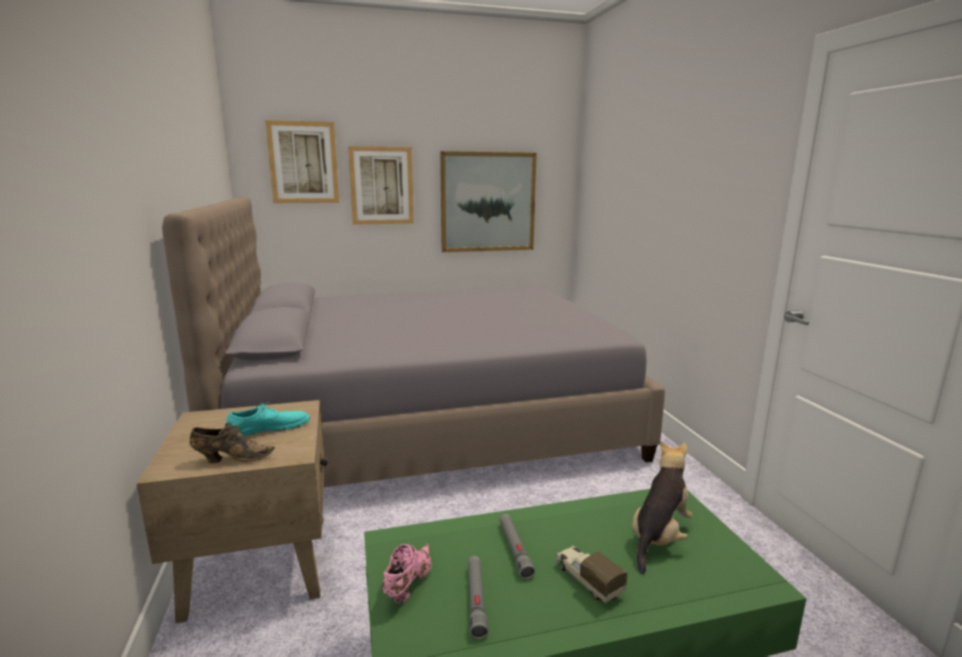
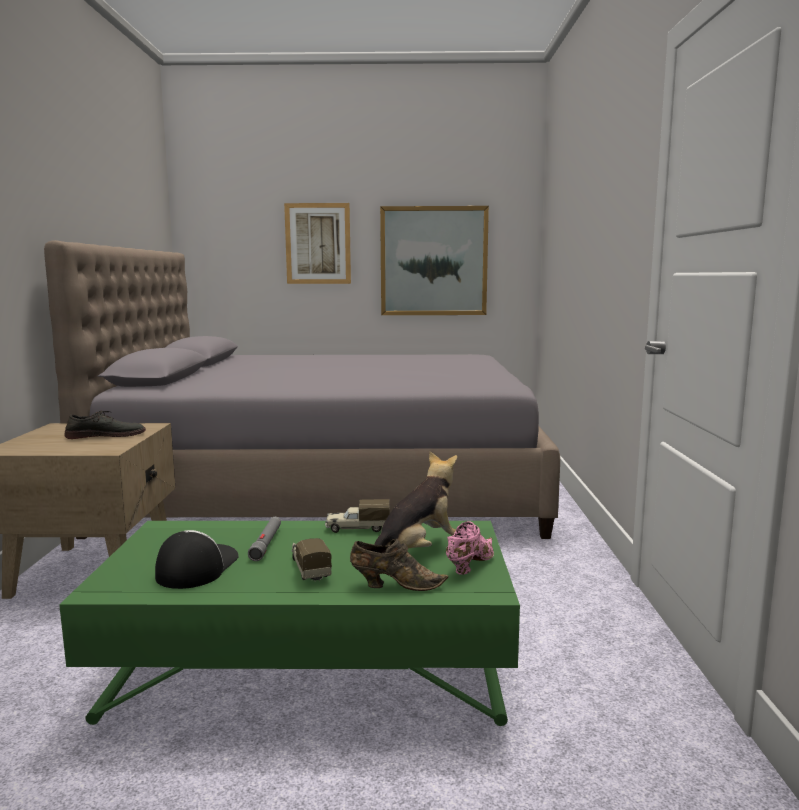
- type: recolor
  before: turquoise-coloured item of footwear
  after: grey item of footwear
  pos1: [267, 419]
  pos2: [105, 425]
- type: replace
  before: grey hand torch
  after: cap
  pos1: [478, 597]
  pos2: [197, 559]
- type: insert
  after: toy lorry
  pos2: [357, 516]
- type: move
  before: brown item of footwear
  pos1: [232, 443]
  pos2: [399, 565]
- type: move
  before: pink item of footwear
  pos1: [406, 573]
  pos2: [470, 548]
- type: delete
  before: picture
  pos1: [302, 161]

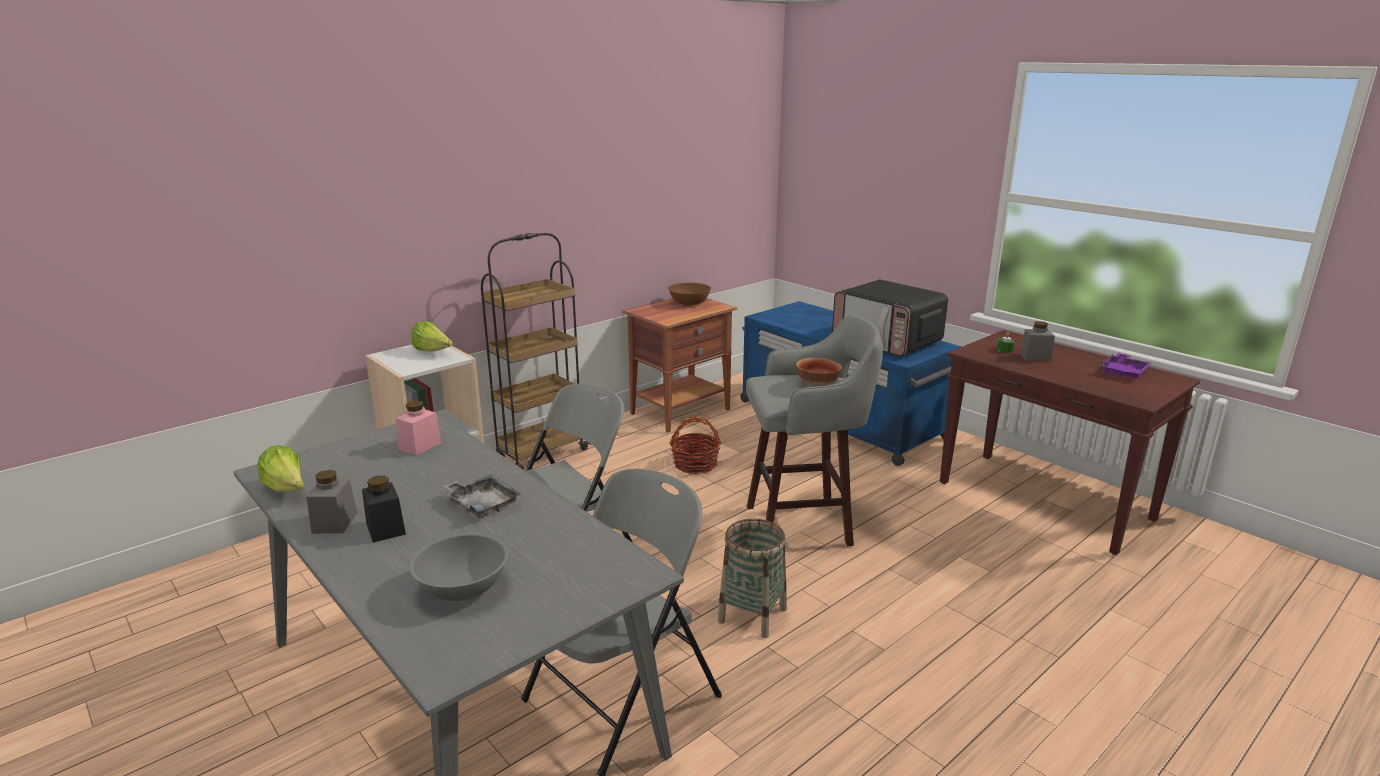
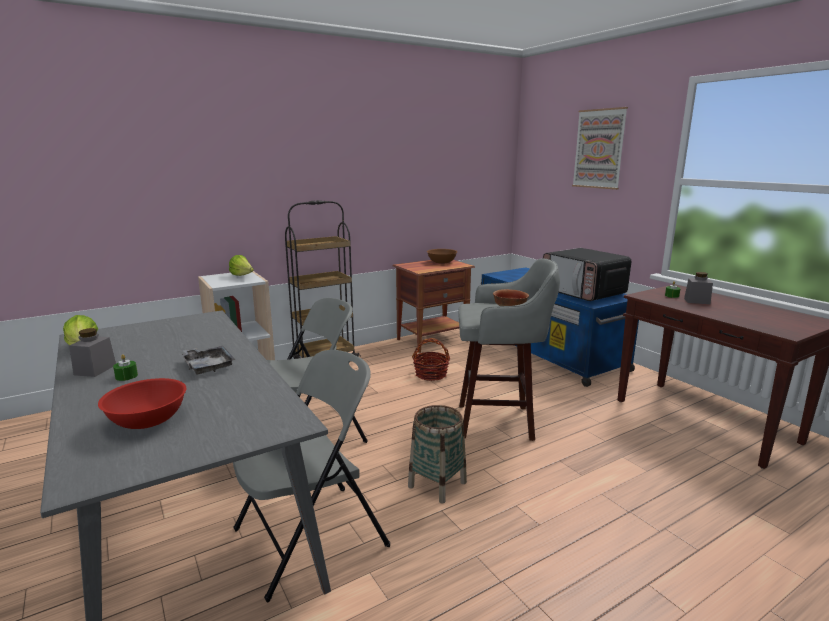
- type: recolor
  before: grey deep dish
  after: red deep dish
  pos1: [458, 567]
  pos2: [142, 403]
- type: replace
  before: black jar
  after: green candle
  pos1: [384, 509]
  pos2: [125, 367]
- type: insert
  after: picture
  pos2: [600, 148]
- type: delete
  before: pink jar
  pos1: [419, 428]
- type: delete
  before: purple-coloured tray
  pos1: [1126, 365]

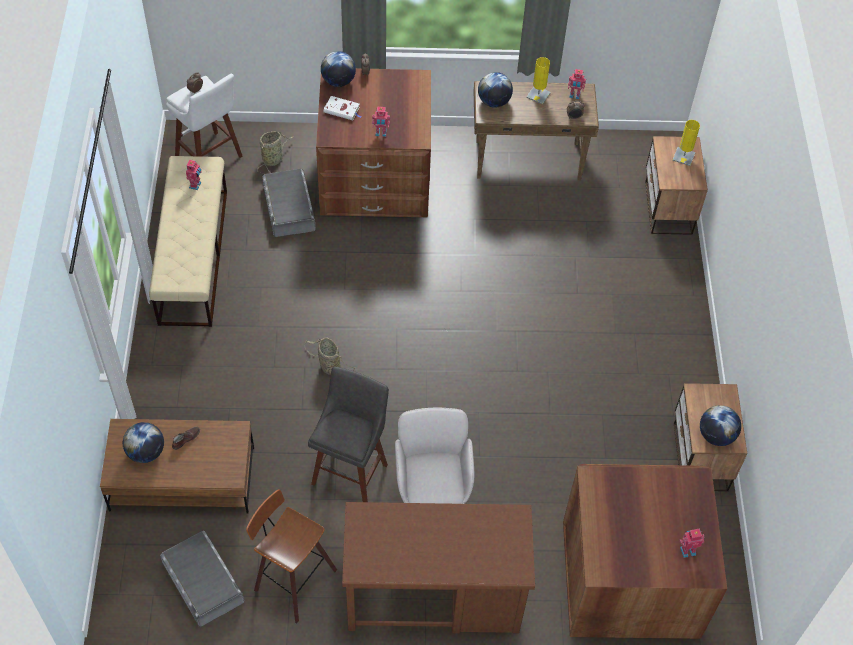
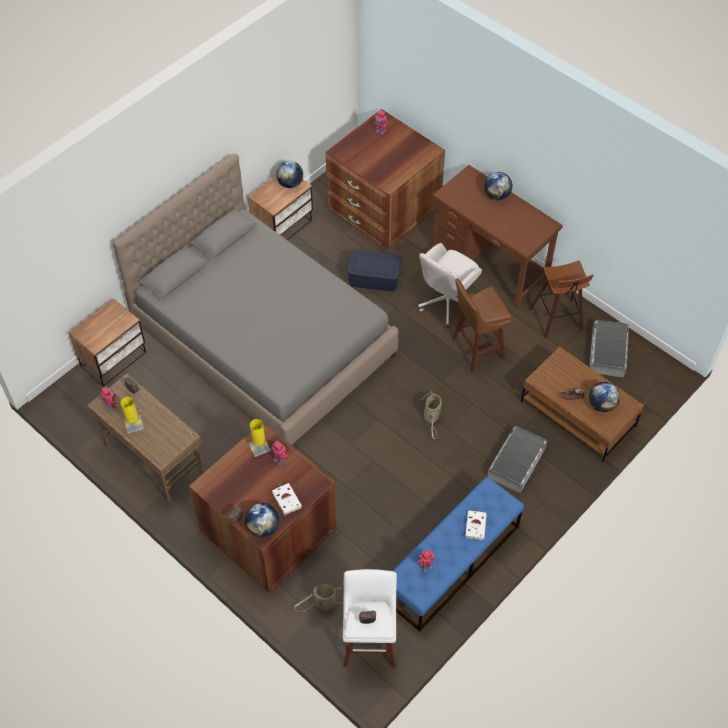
- type: insert
  after: grey bedroom bed
  pos2: [255, 299]
- type: move
  before: yellow table lamp
  pos1: [686, 143]
  pos2: [259, 438]
- type: insert
  after: bluish storage box
  pos2: [374, 270]
- type: recolor
  before: sand-coloured indoor bench
  after: bluish indoor bench
  pos1: [188, 241]
  pos2: [458, 554]
- type: recolor
  before: grey stool
  after: brown stool
  pos1: [348, 434]
  pos2: [482, 325]
- type: insert
  after: white book
  pos2: [476, 524]
- type: move
  before: desk globe
  pos1: [495, 90]
  pos2: [498, 186]
- type: move
  before: grey storage box
  pos1: [289, 203]
  pos2: [517, 459]

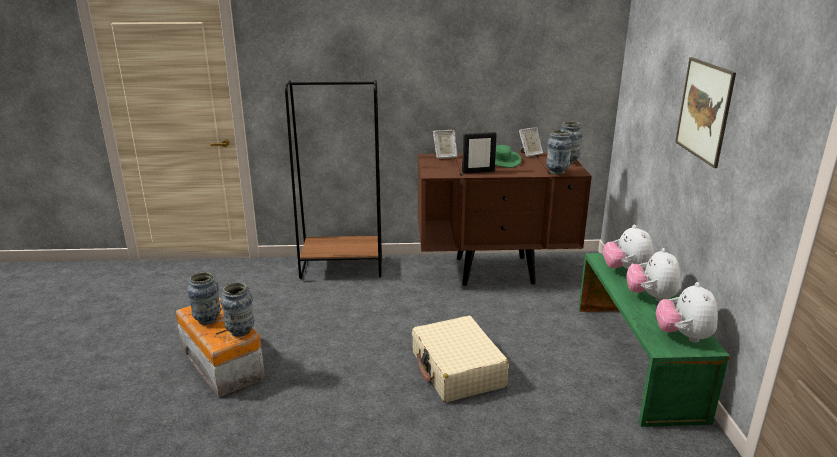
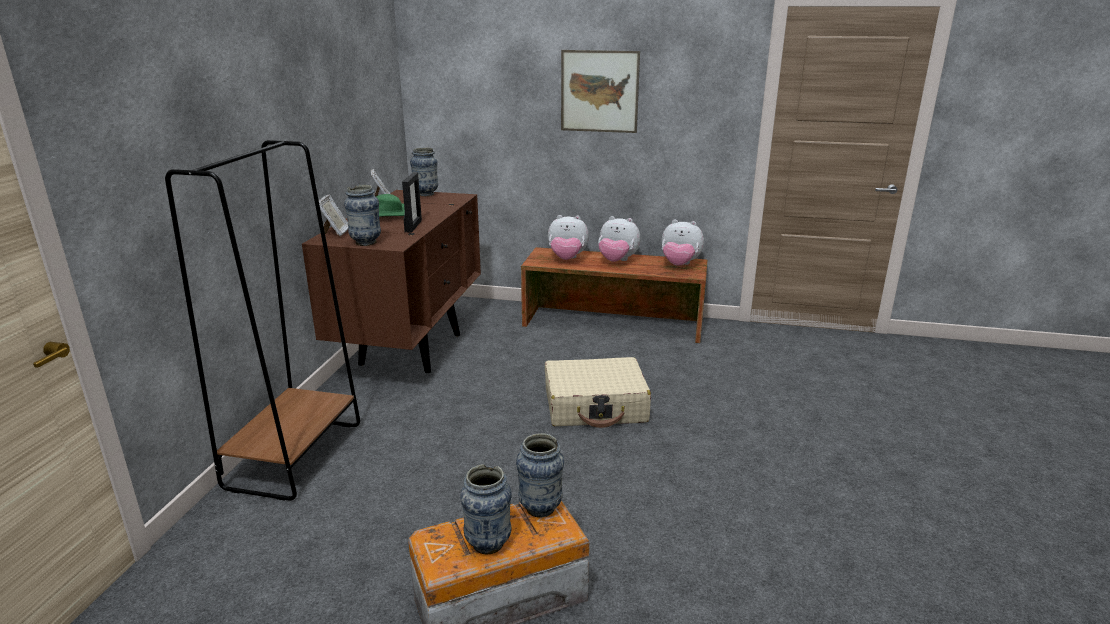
- type: move
  before: vase
  pos1: [559, 152]
  pos2: [362, 215]
- type: recolor
  before: green indoor bench
  after: brown indoor bench
  pos1: [654, 340]
  pos2: [614, 295]

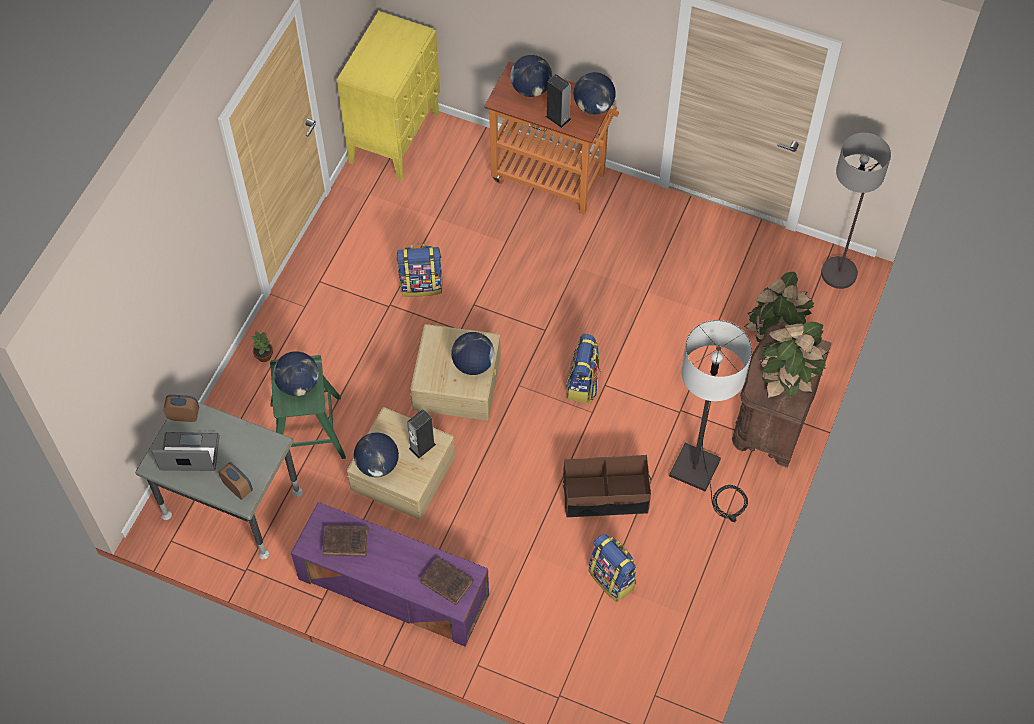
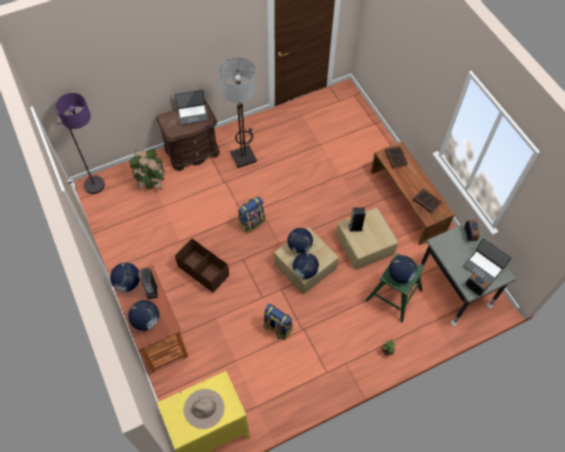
- type: recolor
  before: grey standard lamp
  after: purple-coloured standard lamp
  pos1: [856, 211]
  pos2: [80, 143]
- type: replace
  before: plant in a pot
  after: laptop
  pos1: [794, 360]
  pos2: [191, 107]
- type: move
  before: brown storage box
  pos1: [607, 486]
  pos2: [202, 265]
- type: insert
  after: sand-coloured clothing hat
  pos2: [204, 409]
- type: move
  before: desk globe
  pos1: [376, 455]
  pos2: [306, 266]
- type: recolor
  before: purple-coloured indoor bench
  after: brown indoor bench
  pos1: [390, 574]
  pos2: [412, 193]
- type: delete
  before: knapsack
  pos1: [612, 568]

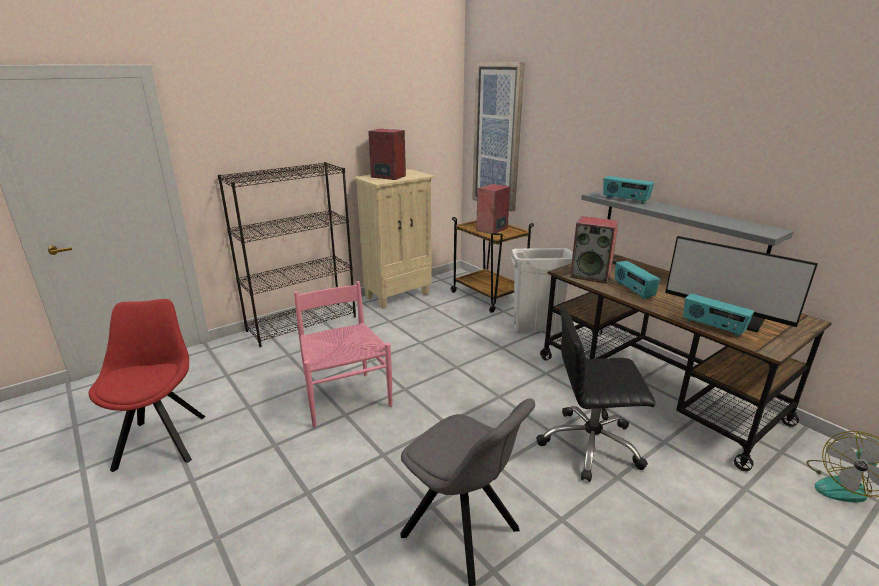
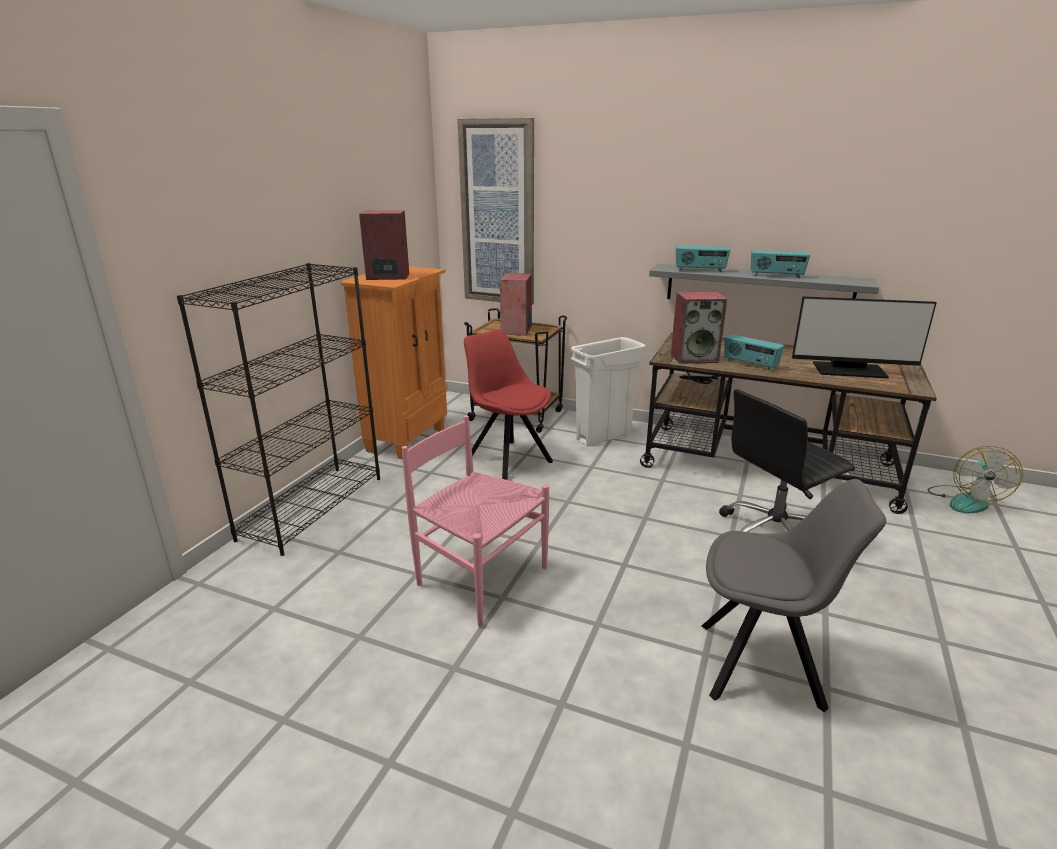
- type: recolor
  before: sand-coloured cabinet
  after: orange cabinet
  pos1: [394, 238]
  pos2: [394, 363]
- type: move
  before: red chair
  pos1: [147, 385]
  pos2: [508, 404]
- type: move
  before: radio receiver
  pos1: [718, 315]
  pos2: [780, 264]

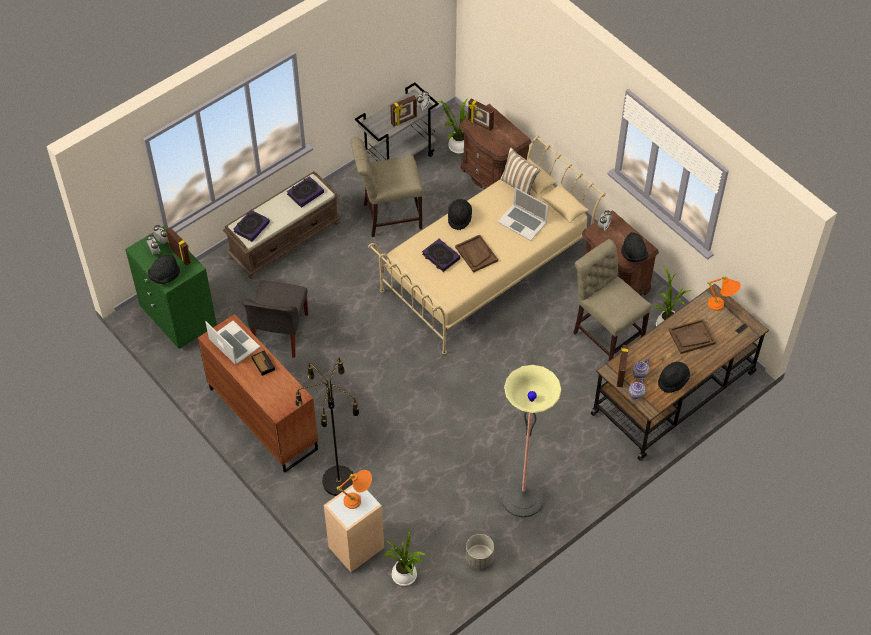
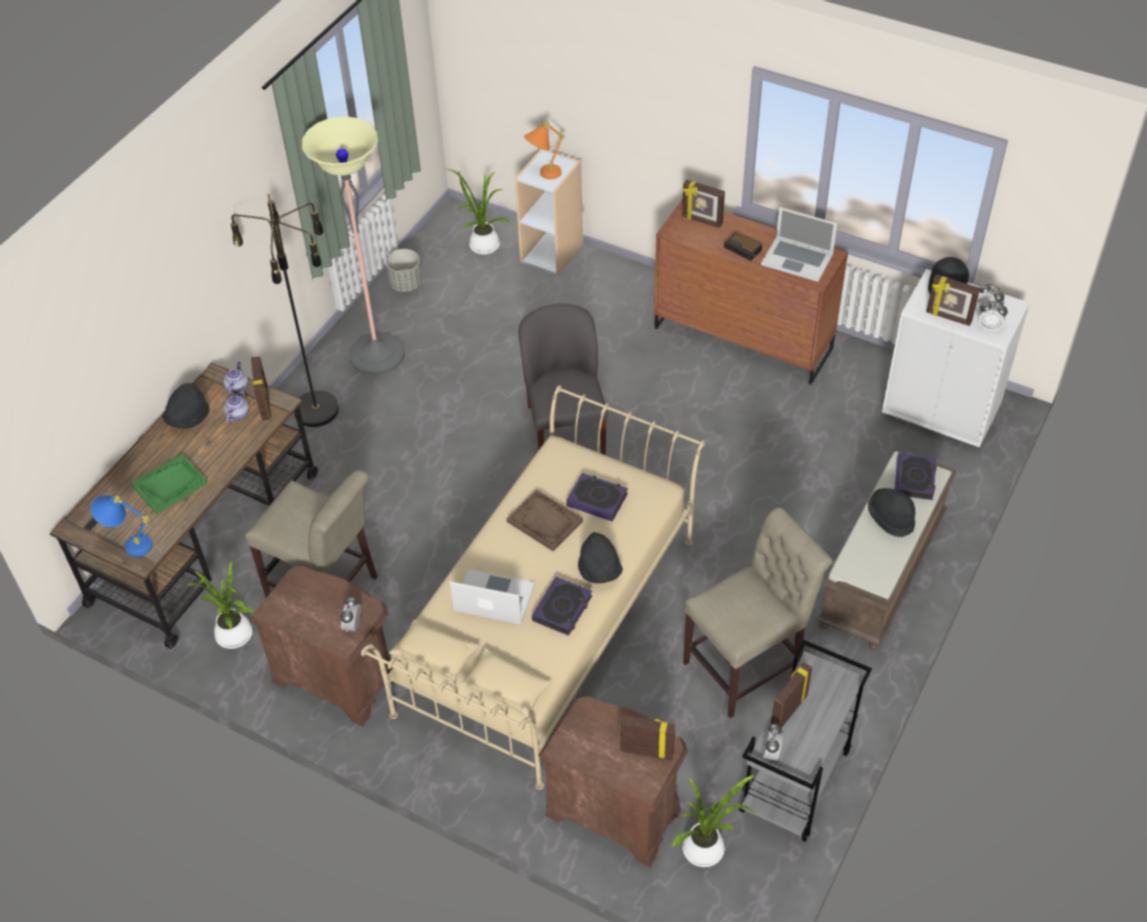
- type: recolor
  before: orange table lamp
  after: bluish table lamp
  pos1: [724, 293]
  pos2: [121, 526]
- type: recolor
  before: brown tray
  after: green tray
  pos1: [692, 336]
  pos2: [169, 483]
- type: move
  before: standard lamp
  pos1: [327, 426]
  pos2: [285, 310]
- type: move
  before: grey chair
  pos1: [275, 319]
  pos2: [563, 379]
- type: move
  before: book
  pos1: [305, 192]
  pos2: [562, 606]
- type: insert
  after: photo frame
  pos2: [703, 203]
- type: move
  before: black clothing hat
  pos1: [635, 247]
  pos2: [892, 512]
- type: recolor
  before: green cabinet
  after: white cabinet
  pos1: [171, 287]
  pos2: [956, 358]
- type: delete
  before: cushion
  pos1: [520, 171]

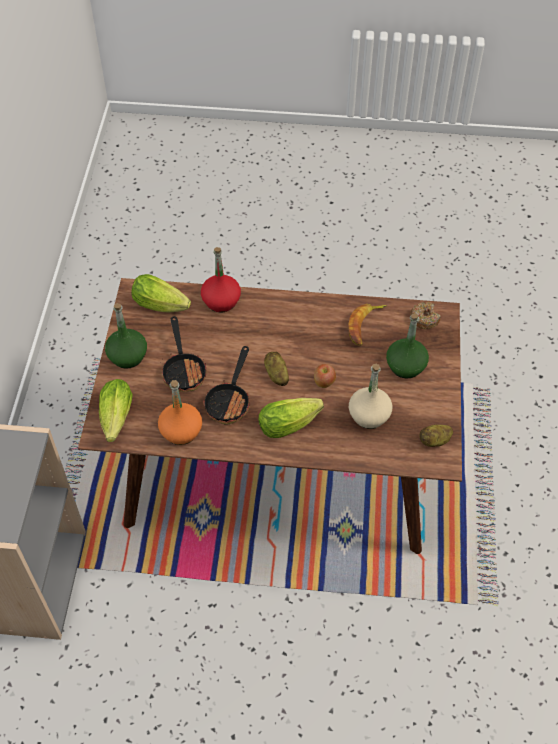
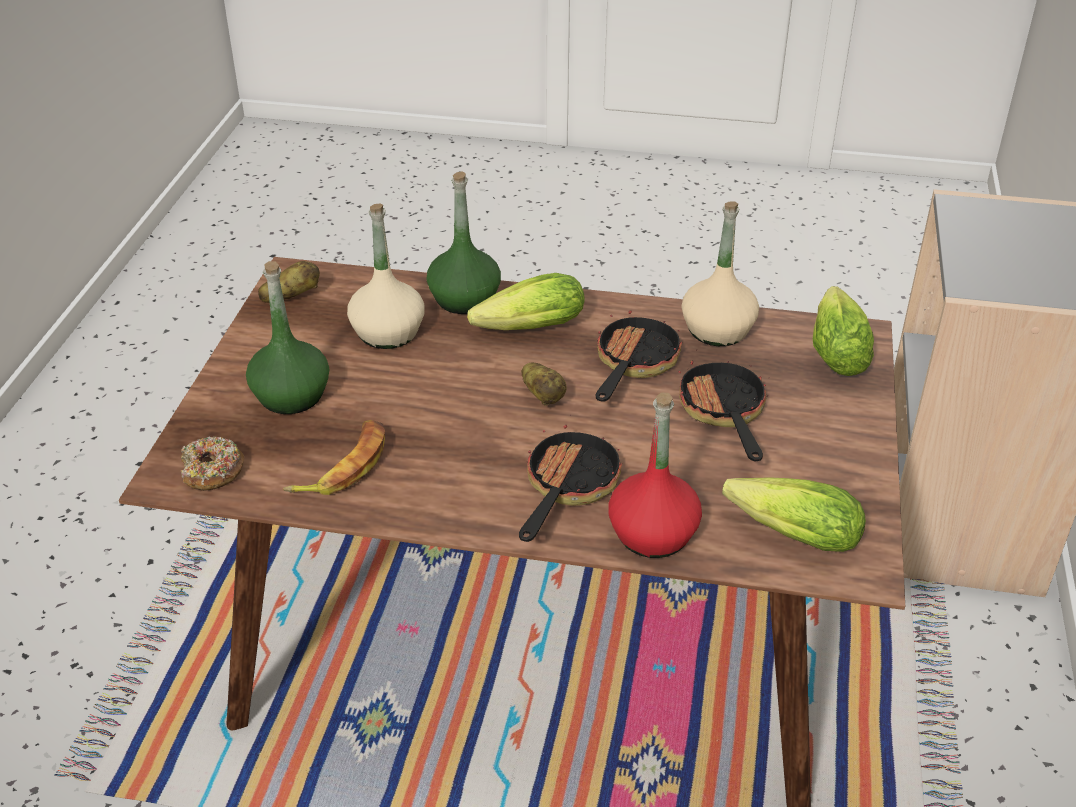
- type: move
  before: green bottle
  pos1: [126, 336]
  pos2: [464, 242]
- type: insert
  after: skillet
  pos2: [570, 478]
- type: recolor
  before: orange bottle
  after: sand-coloured bottle
  pos1: [180, 412]
  pos2: [720, 273]
- type: delete
  before: apple fruit
  pos1: [325, 376]

